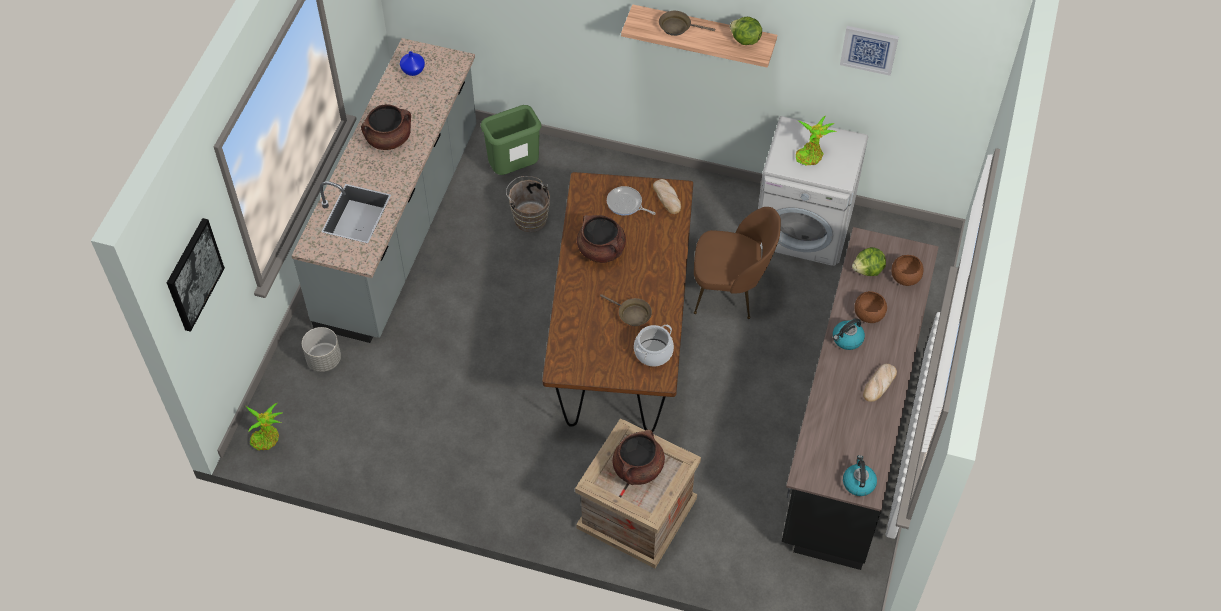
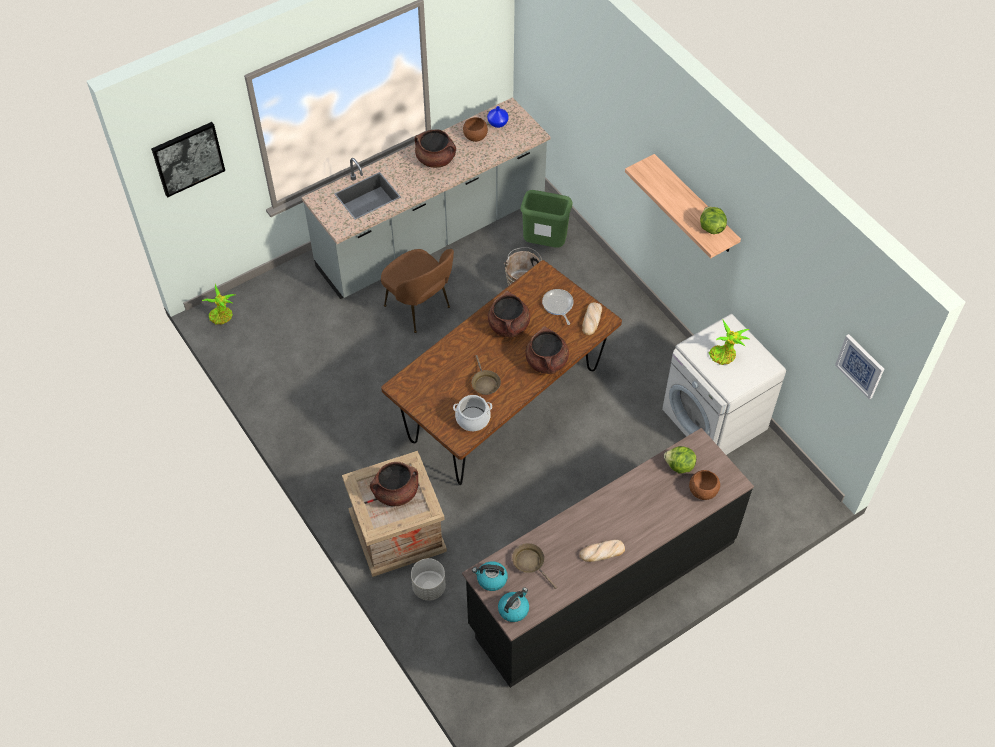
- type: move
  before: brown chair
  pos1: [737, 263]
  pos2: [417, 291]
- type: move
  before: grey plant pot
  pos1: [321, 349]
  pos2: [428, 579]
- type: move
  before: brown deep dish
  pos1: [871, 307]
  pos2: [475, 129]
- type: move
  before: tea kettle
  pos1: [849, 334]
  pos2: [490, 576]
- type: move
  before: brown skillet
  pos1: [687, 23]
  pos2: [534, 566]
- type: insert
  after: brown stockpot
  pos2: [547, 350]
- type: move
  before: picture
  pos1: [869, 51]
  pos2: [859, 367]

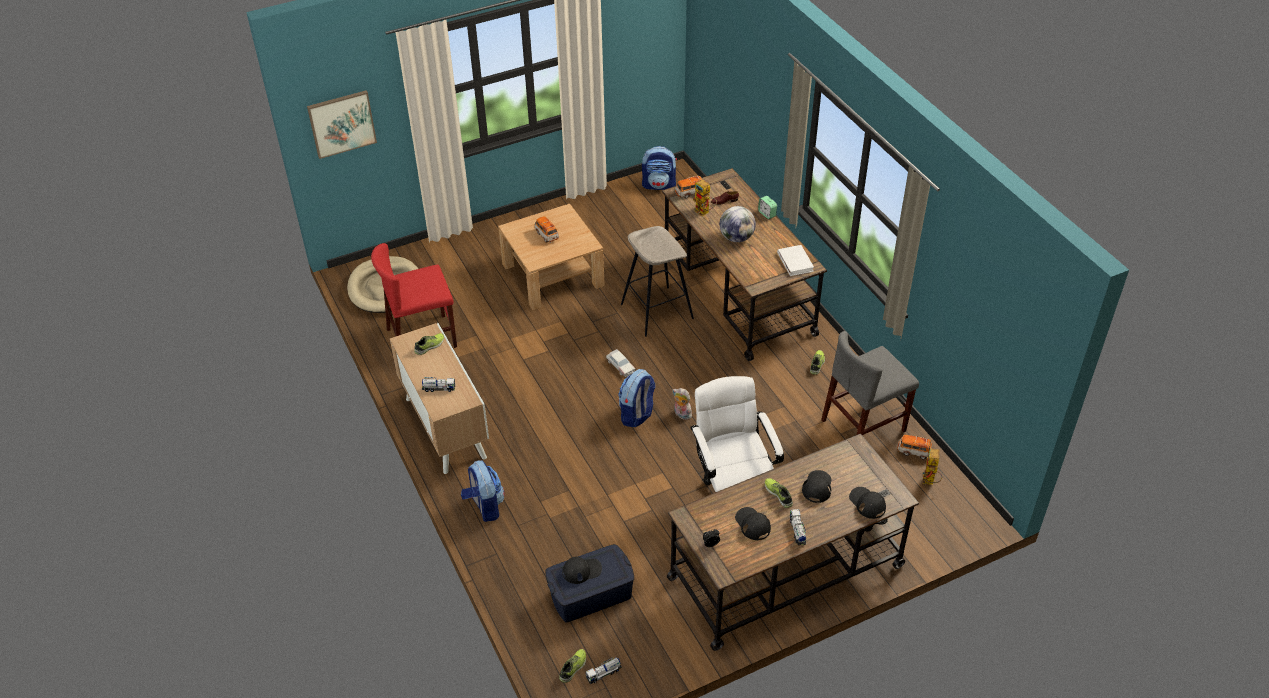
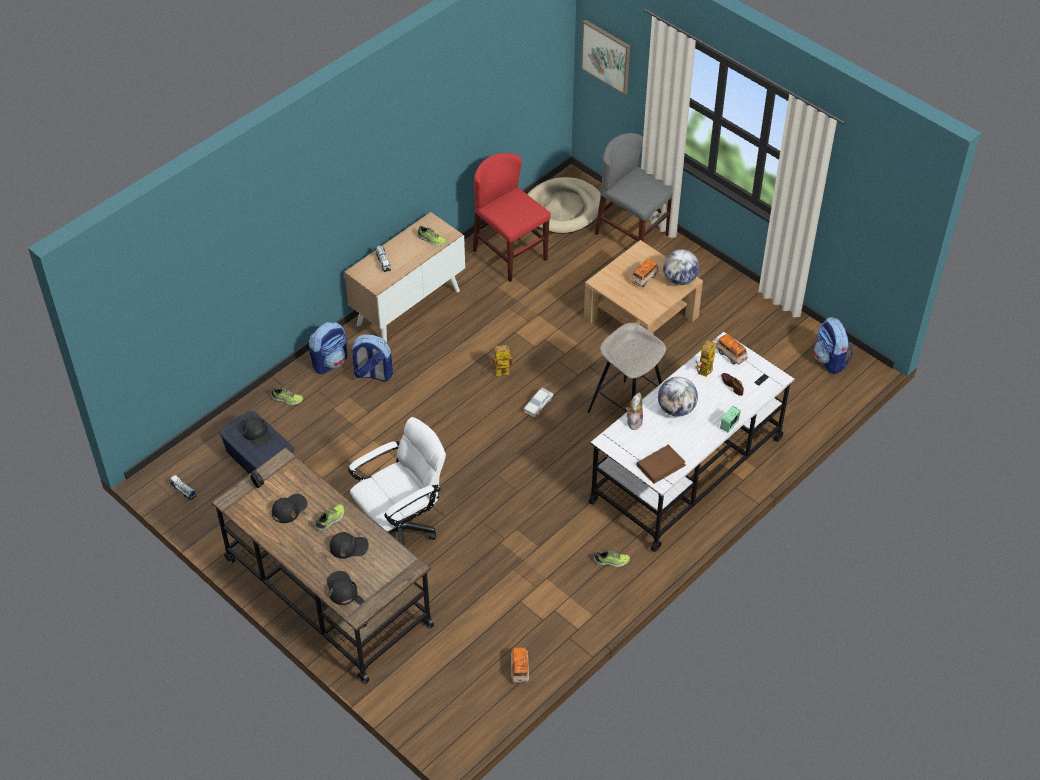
- type: move
  before: item of footwear
  pos1: [572, 666]
  pos2: [287, 396]
- type: rotate
  before: black cap
  pos1: [867, 503]
  pos2: [342, 588]
  turn: -60
- type: move
  before: knapsack
  pos1: [637, 398]
  pos2: [372, 358]
- type: move
  before: model robot
  pos1: [932, 466]
  pos2: [501, 360]
- type: recolor
  before: brown desk table
  after: white desk table
  pos1: [744, 264]
  pos2: [691, 442]
- type: move
  before: grey chair
  pos1: [870, 383]
  pos2: [634, 187]
- type: move
  before: plush toy
  pos1: [682, 404]
  pos2: [634, 411]
- type: recolor
  before: white book
  after: brown book
  pos1: [795, 260]
  pos2: [661, 464]
- type: insert
  after: desk globe
  pos2: [681, 267]
- type: delete
  before: toy lorry
  pos1: [798, 527]

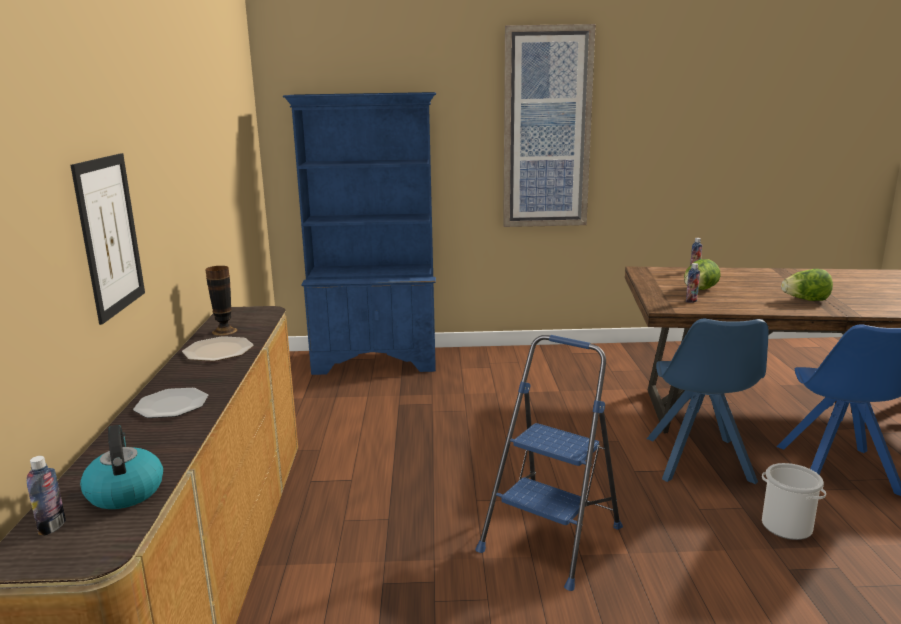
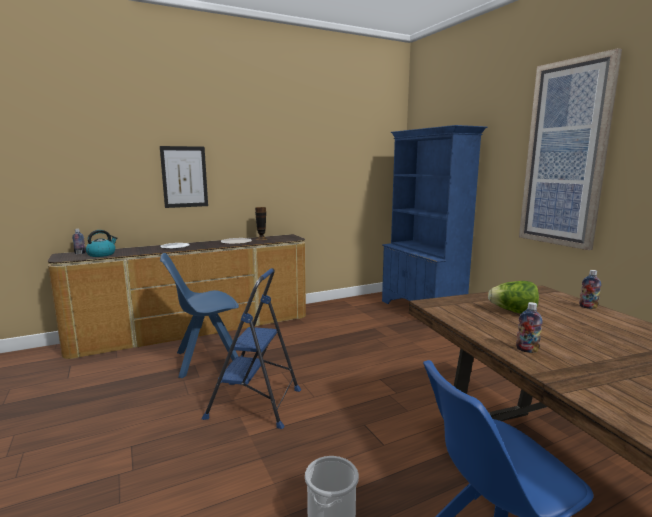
- type: move
  before: bluish chair
  pos1: [707, 401]
  pos2: [199, 315]
- type: move
  before: bottle
  pos1: [693, 283]
  pos2: [529, 327]
- type: delete
  before: head of lettuce
  pos1: [807, 285]

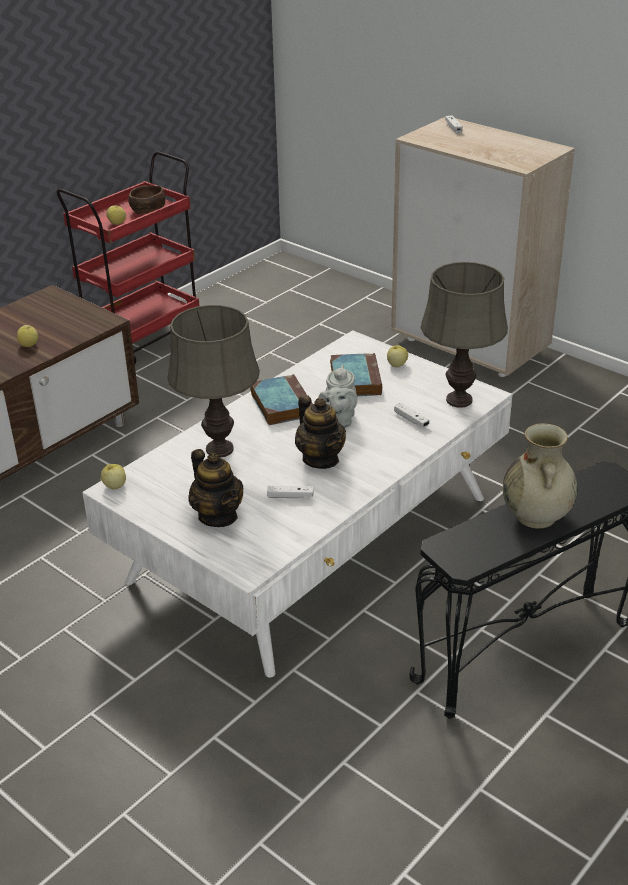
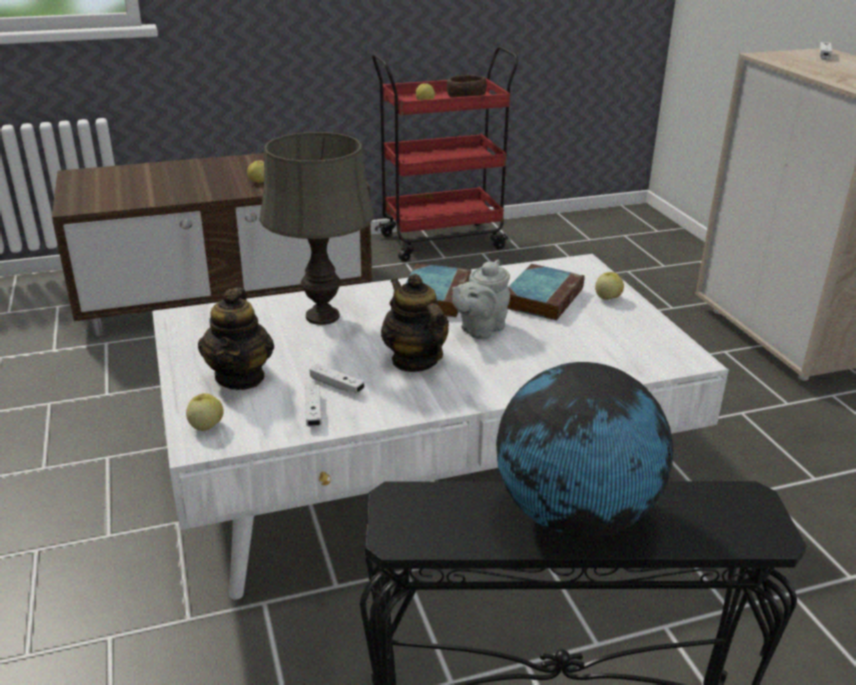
- type: move
  before: apple fruit
  pos1: [113, 476]
  pos2: [205, 412]
- type: move
  before: white joypad
  pos1: [412, 415]
  pos2: [313, 405]
- type: rotate
  before: pot for tea
  pos1: [320, 432]
  pos2: [415, 323]
  turn: 150
- type: replace
  before: sand-coloured vase
  after: desk globe
  pos1: [540, 476]
  pos2: [584, 449]
- type: delete
  before: grey table lamp
  pos1: [464, 335]

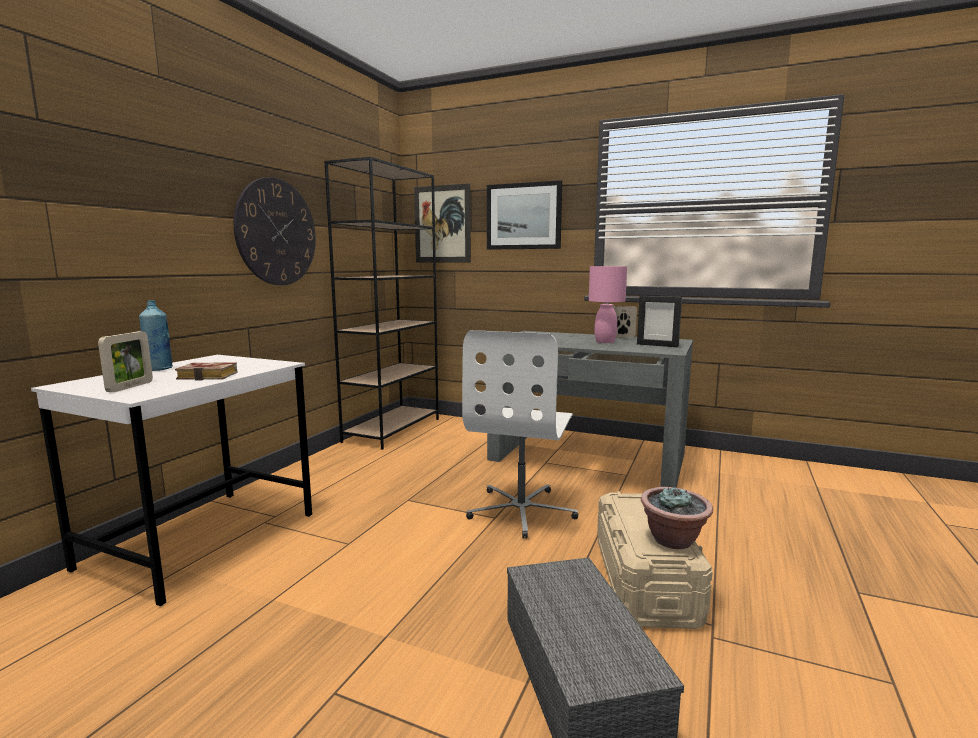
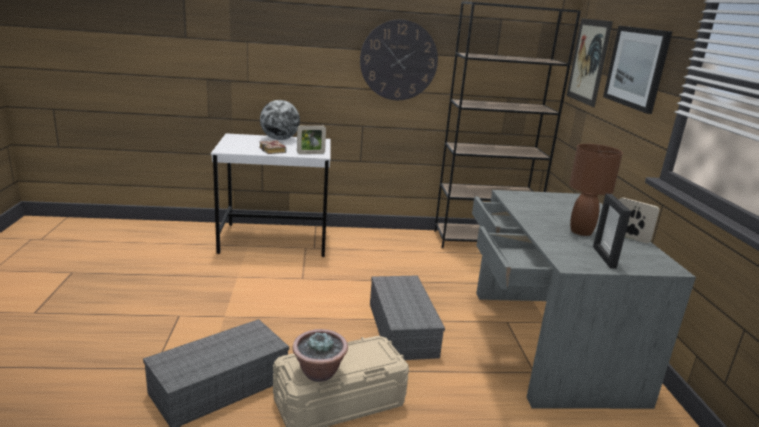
- type: replace
  before: bluish bottle
  after: desk globe
  pos1: [156, 335]
  pos2: [280, 120]
- type: move
  before: photo frame
  pos1: [125, 361]
  pos2: [311, 139]
- type: replace
  before: white computer chair
  after: grey storage box
  pos1: [520, 434]
  pos2: [407, 318]
- type: recolor
  before: pink table lamp
  after: brown table lamp
  pos1: [608, 304]
  pos2: [596, 190]

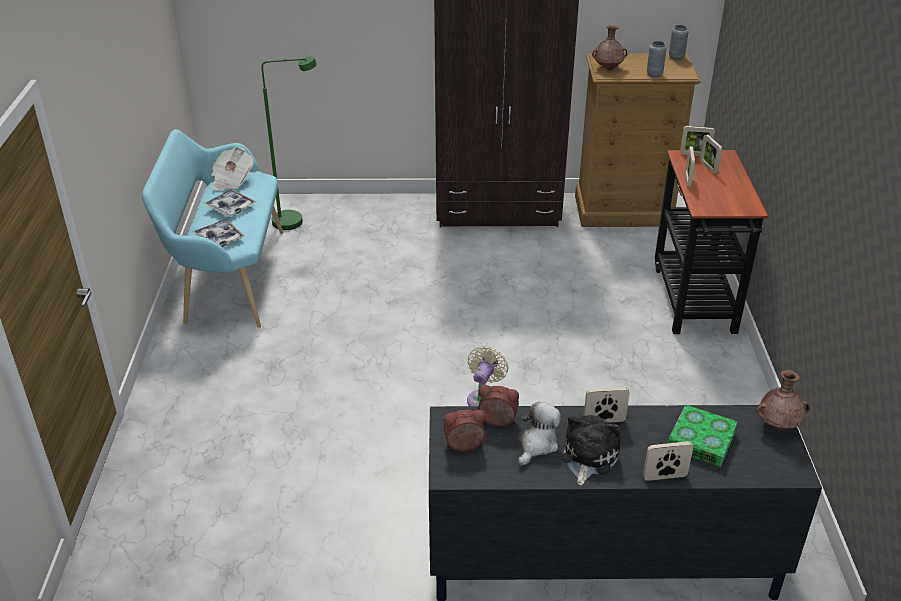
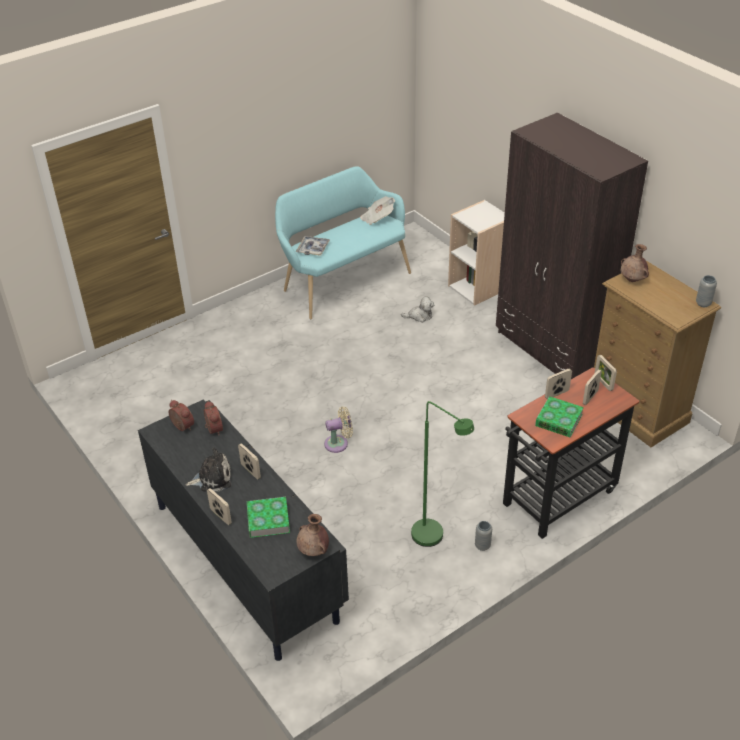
- type: move
  before: plush toy
  pos1: [539, 433]
  pos2: [417, 309]
- type: move
  before: green standard lamp
  pos1: [289, 143]
  pos2: [442, 474]
- type: insert
  after: bookshelf
  pos2: [476, 253]
- type: move
  before: grey vase
  pos1: [657, 59]
  pos2: [483, 536]
- type: insert
  after: book
  pos2: [559, 416]
- type: delete
  before: tray
  pos1: [230, 203]

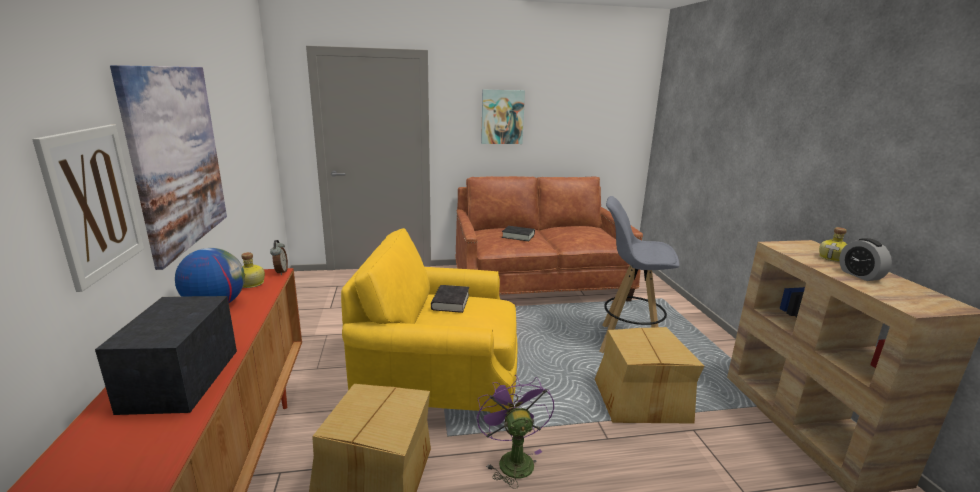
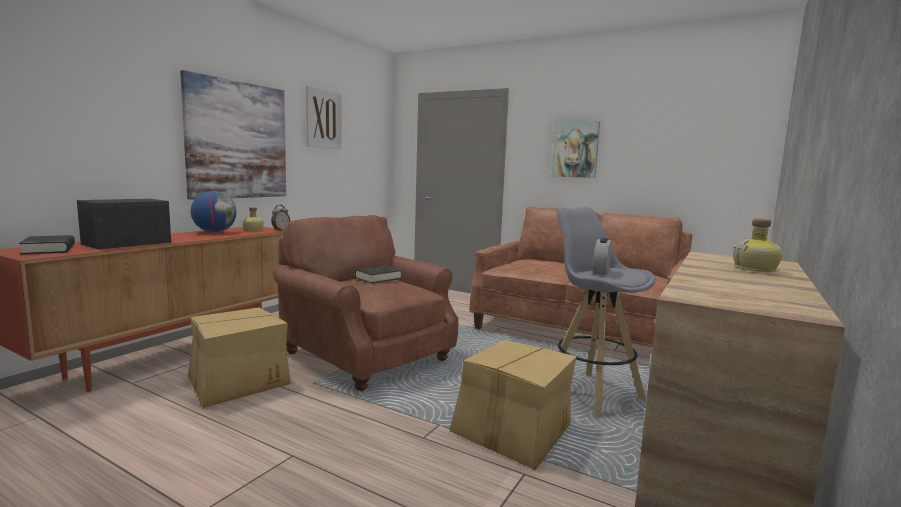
- type: move
  before: black book
  pos1: [518, 233]
  pos2: [47, 244]
- type: recolor
  before: yellow easy chair
  after: brown easy chair
  pos1: [429, 320]
  pos2: [365, 303]
- type: move
  before: picture
  pos1: [88, 208]
  pos2: [324, 117]
- type: move
  before: alarm clock
  pos1: [865, 259]
  pos2: [602, 256]
- type: delete
  before: purple-coloured electric fan
  pos1: [515, 432]

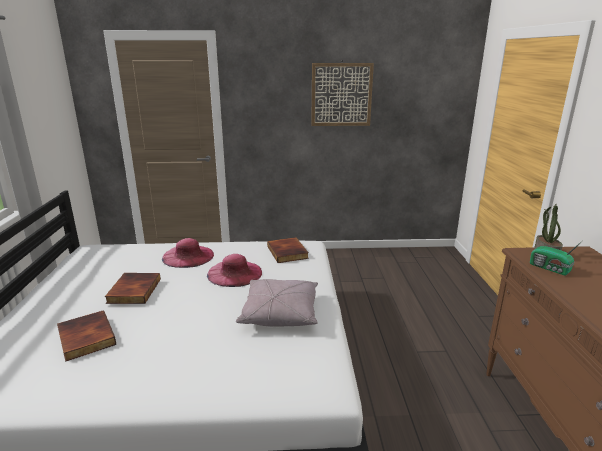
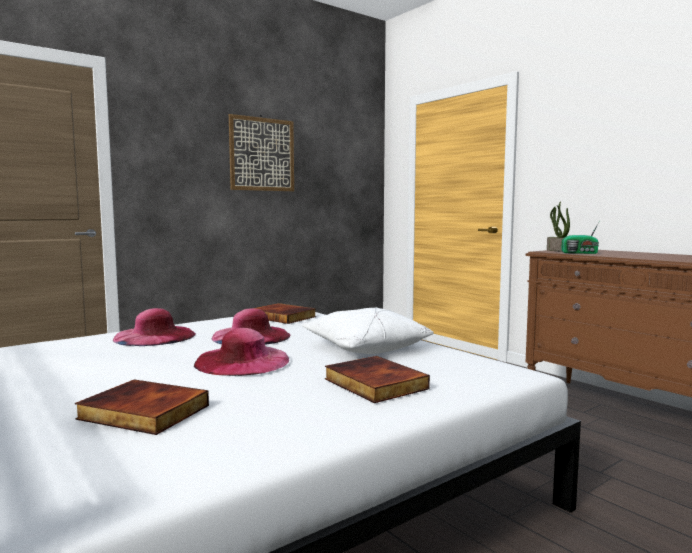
- type: insert
  after: pink clothing hat
  pos2: [241, 352]
- type: recolor
  before: purple-coloured cushion
  after: white cushion
  pos1: [277, 303]
  pos2: [368, 330]
- type: move
  before: book
  pos1: [133, 288]
  pos2: [377, 379]

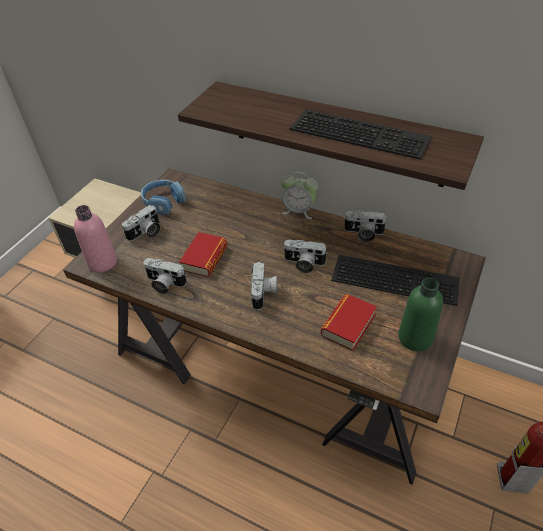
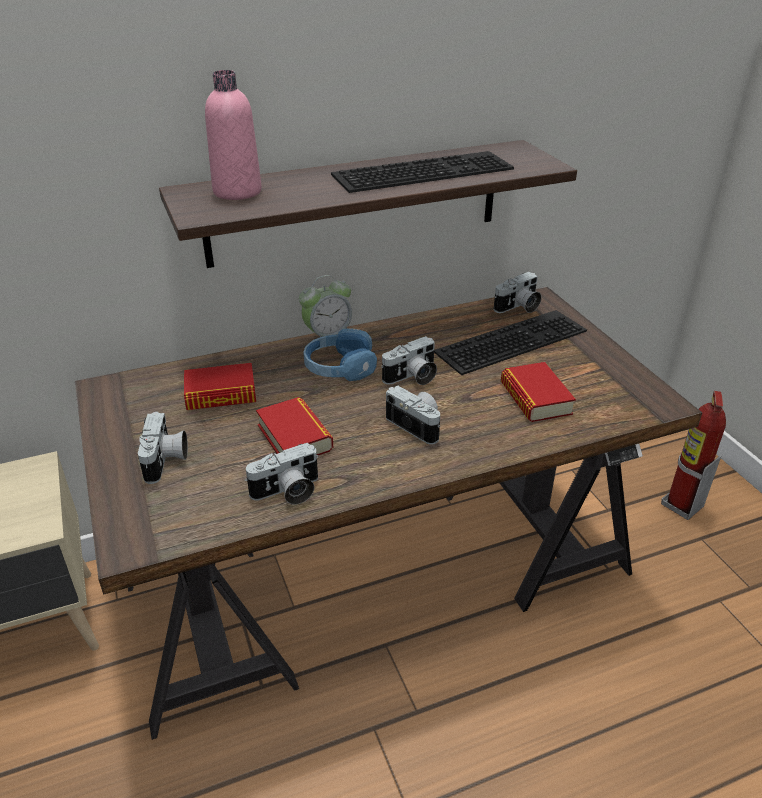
- type: insert
  after: book
  pos2: [220, 386]
- type: move
  before: pink bottle
  pos1: [95, 239]
  pos2: [233, 135]
- type: move
  before: bluish headphones
  pos1: [163, 197]
  pos2: [340, 354]
- type: move
  before: still camera
  pos1: [364, 226]
  pos2: [517, 292]
- type: delete
  before: green bottle
  pos1: [420, 314]

